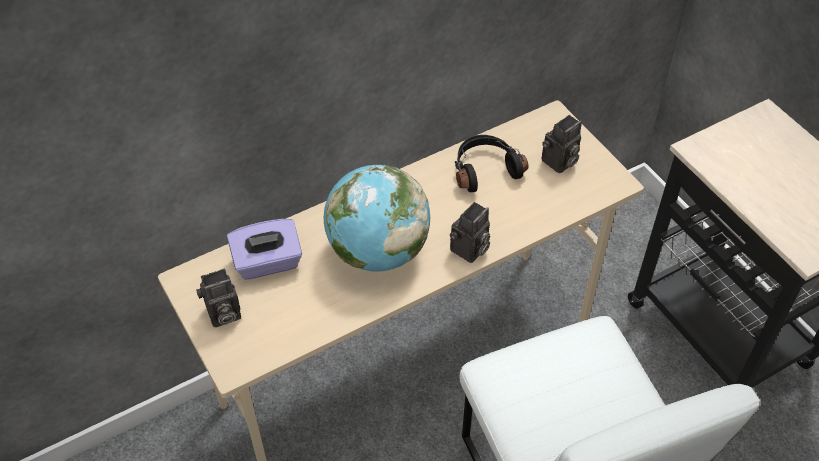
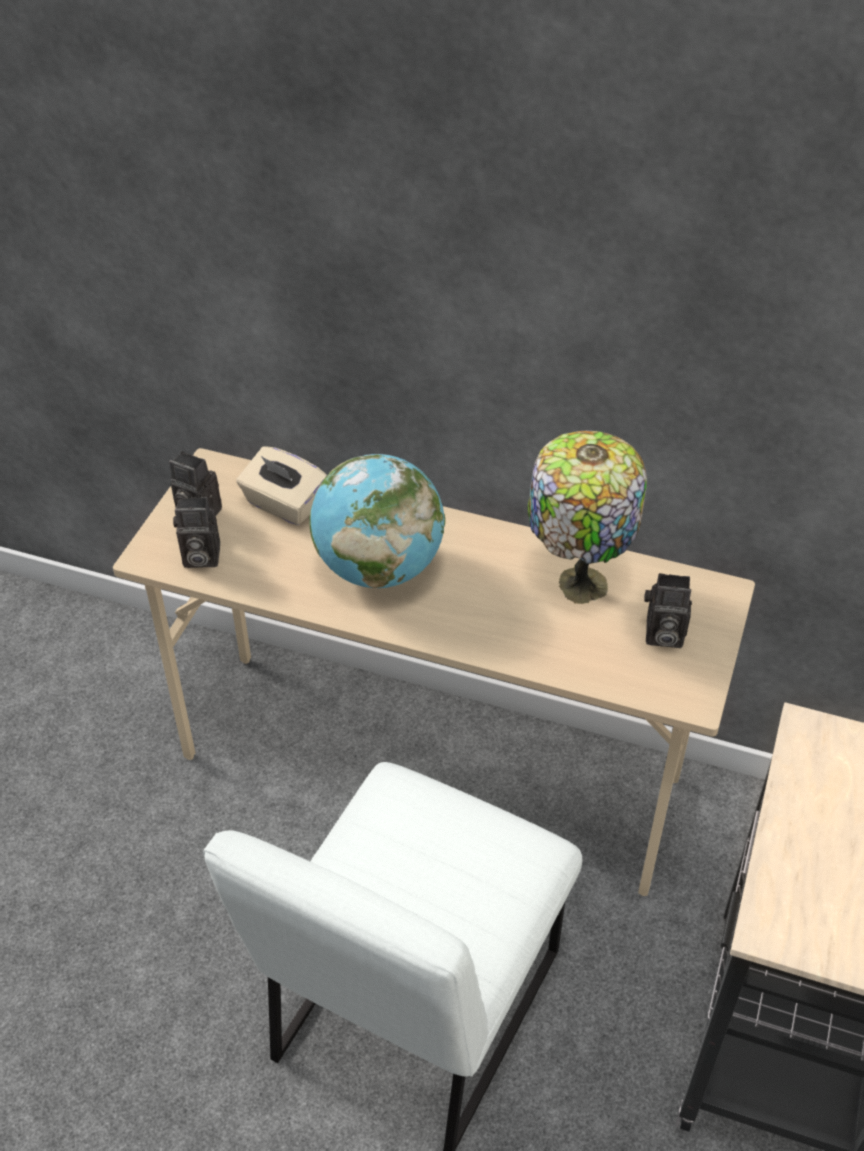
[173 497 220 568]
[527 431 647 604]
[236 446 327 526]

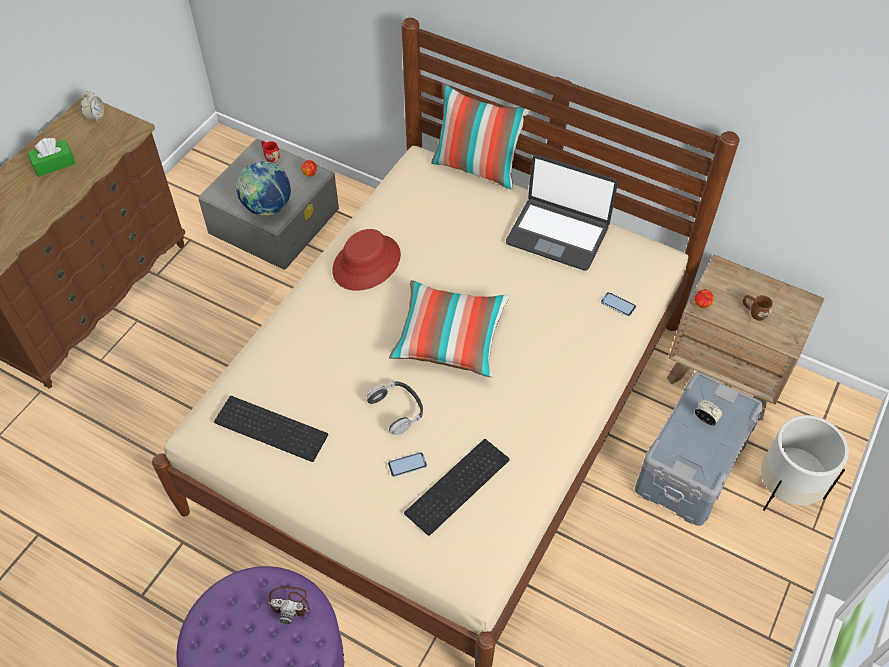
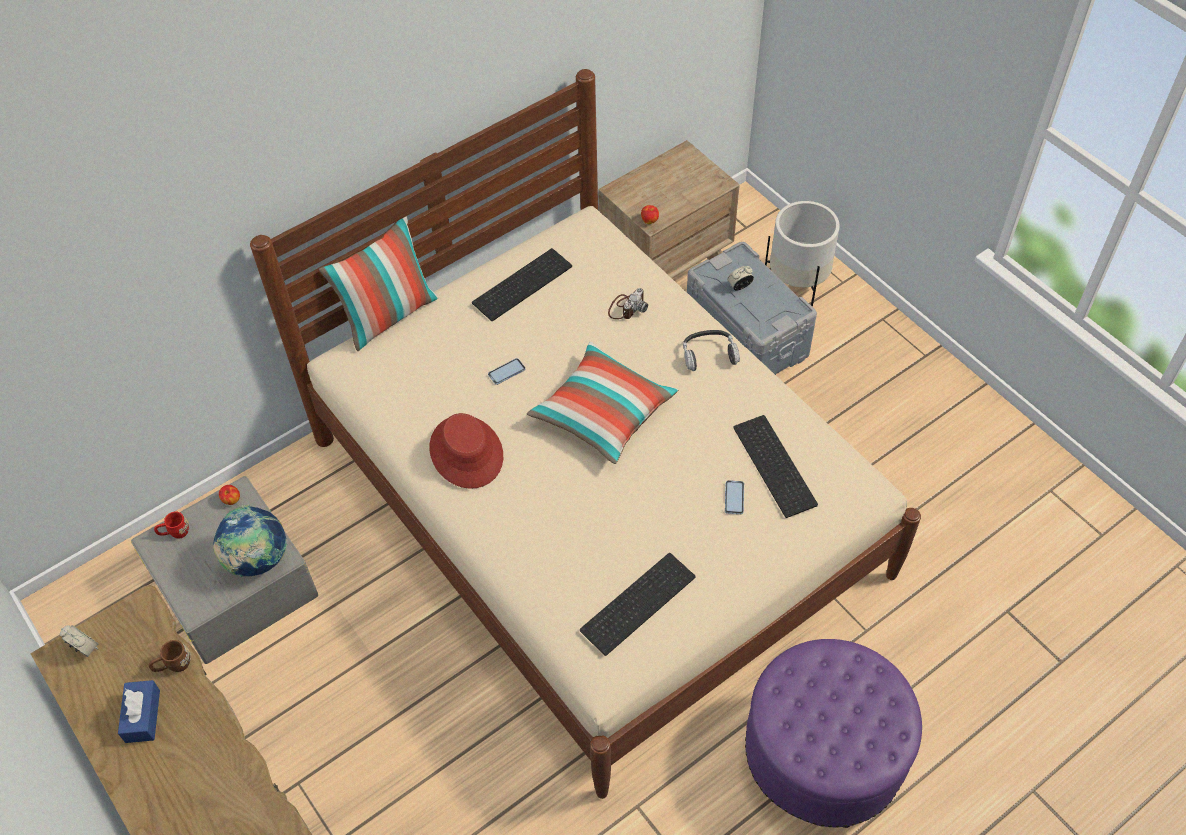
[608 288 648 319]
[683 330 740 371]
[488 358 526 385]
[149 640 191 672]
[472 248 572 321]
[118 680 160 743]

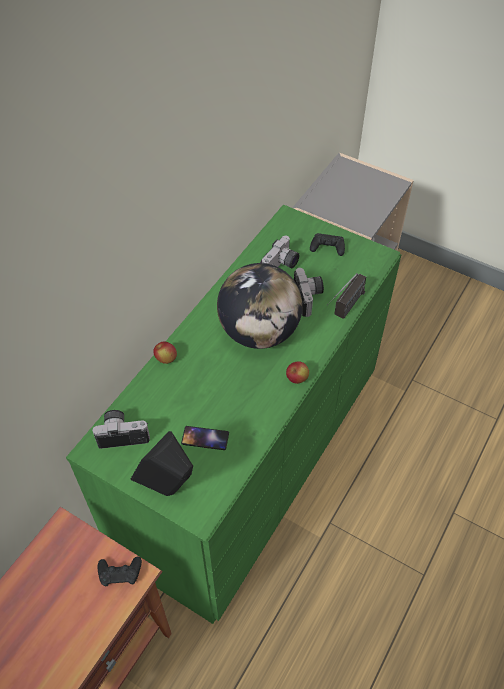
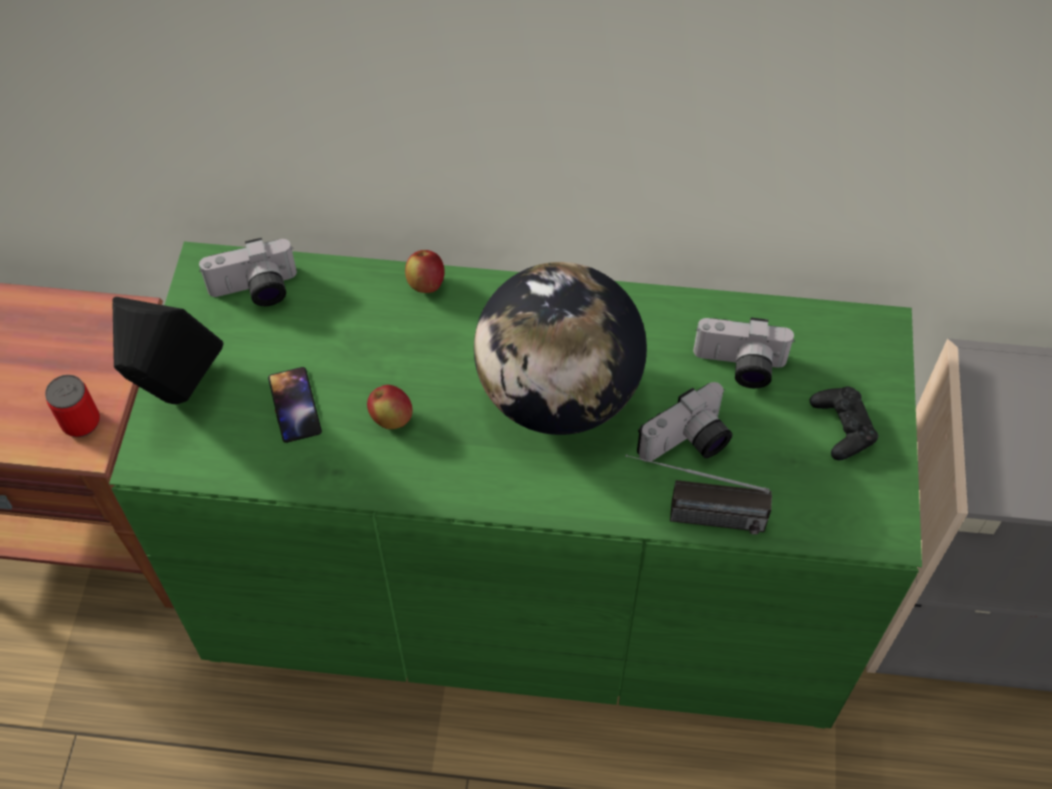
[367 385 413 429]
[45 375 100 437]
[199 238 297 306]

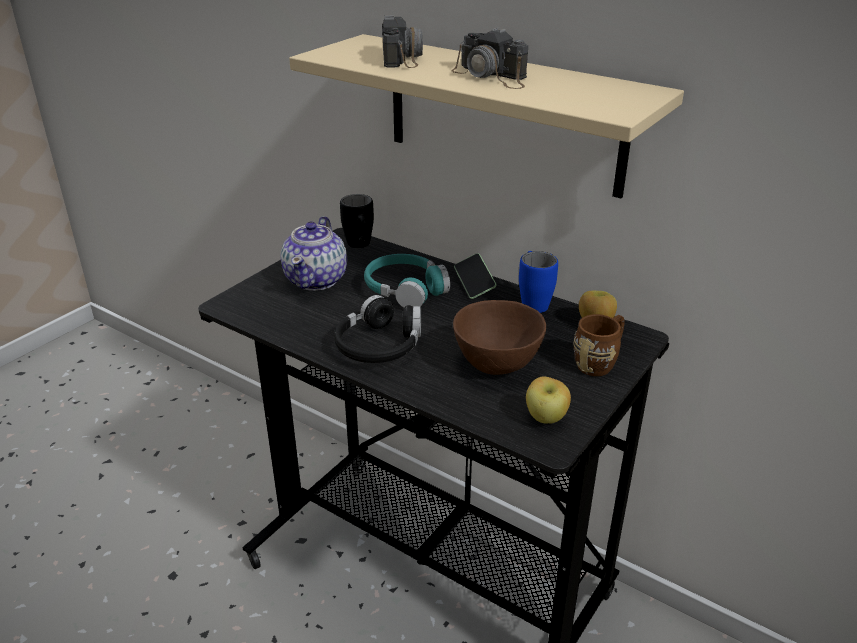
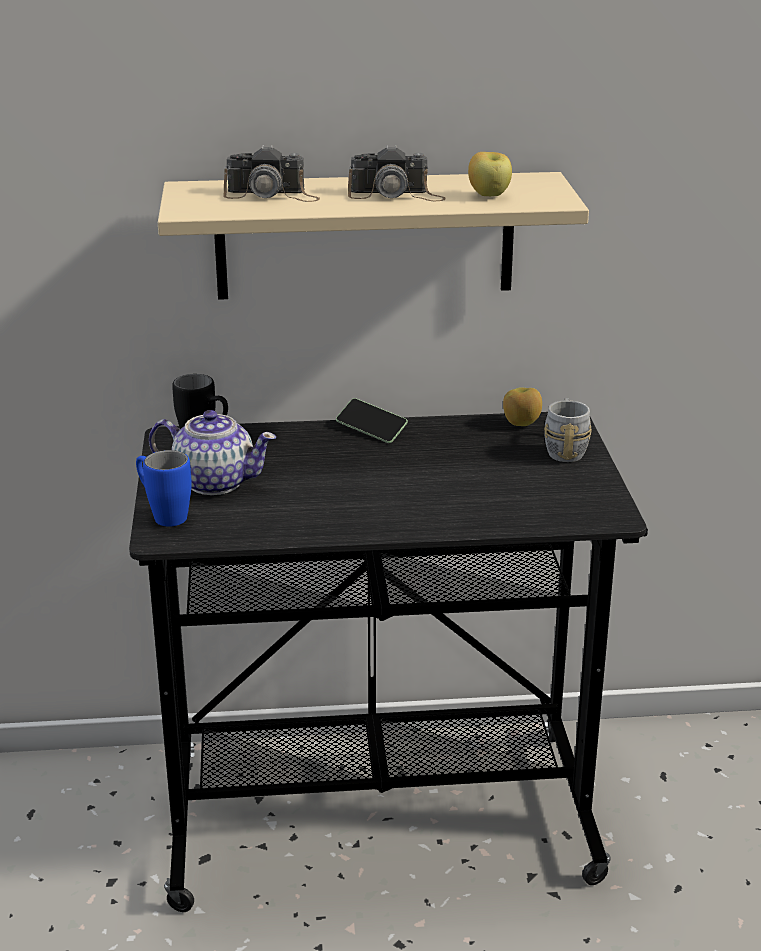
[334 295 421 363] (first image)
[364 254 450 308] (first image)
[453 300 546 375] (first image)
[136 450 192 527]
[468 152 512 196]
[544 398 592 462]
[149 410 276 495]
[223 145 320 202]

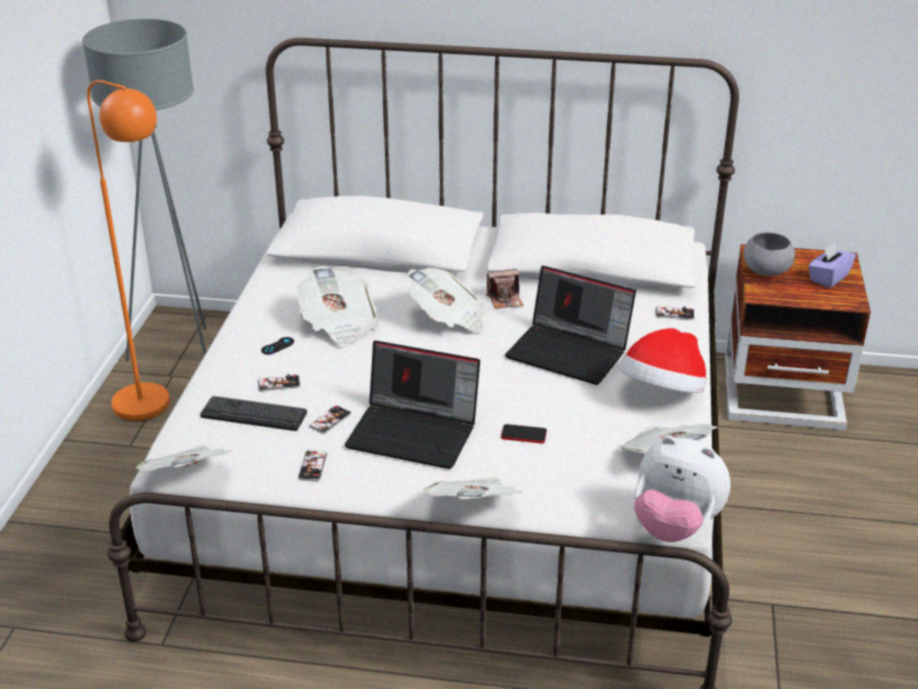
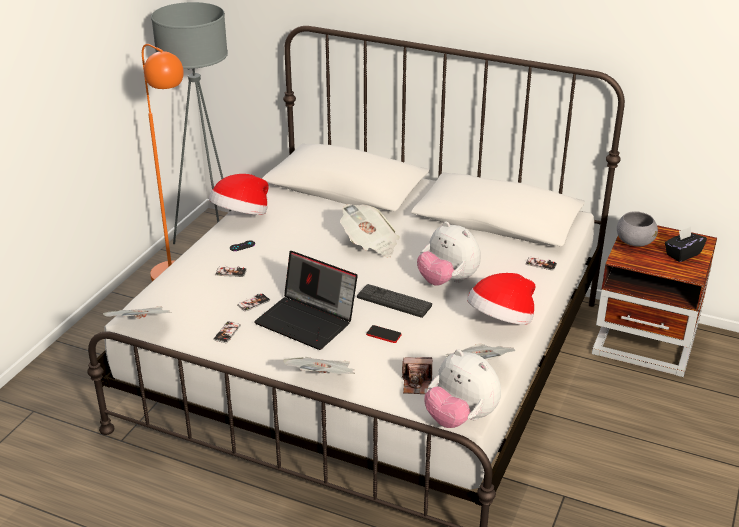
[297 266 378 348] (first image)
[209 174 268 215]
[357 284 432 318]
[402 357 432 394]
[417 221 481 286]
[665 227 707 262]

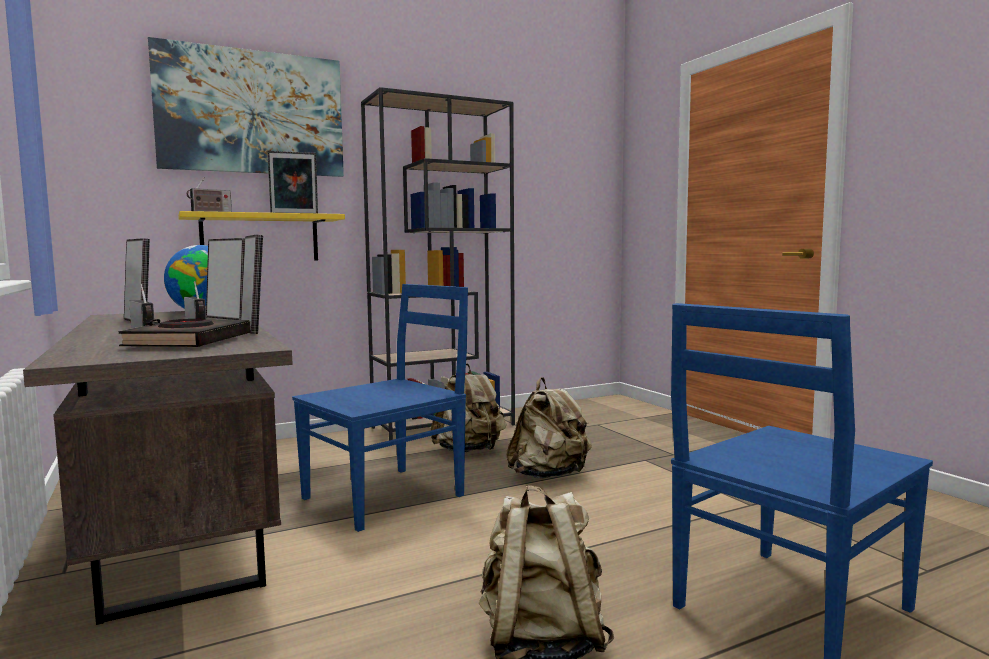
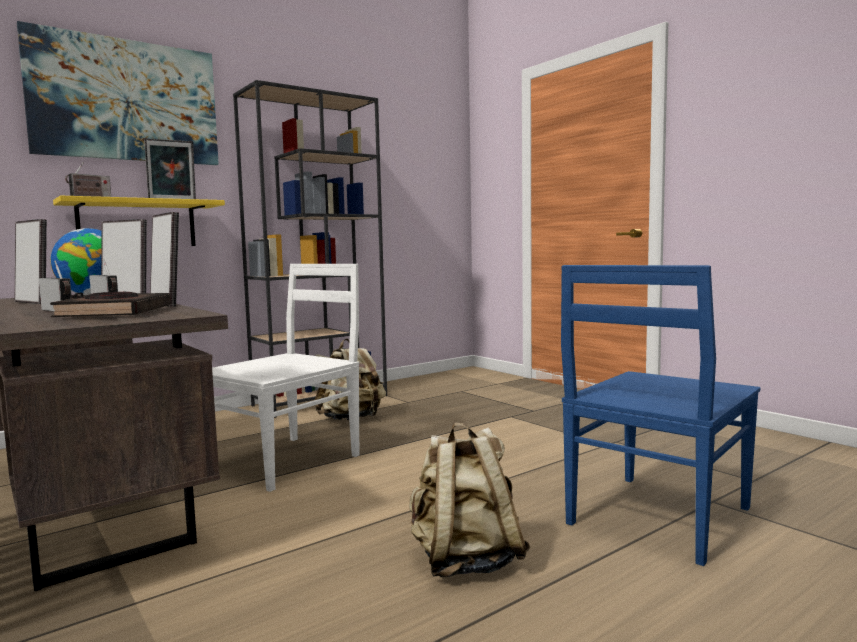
[506 377 592 478] (first image)
[212 264 359 492]

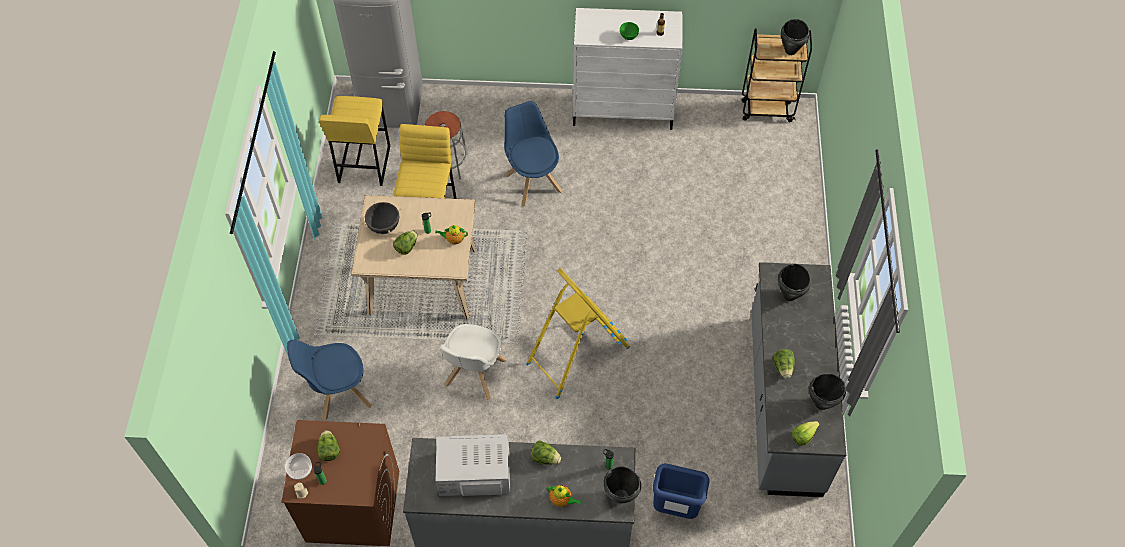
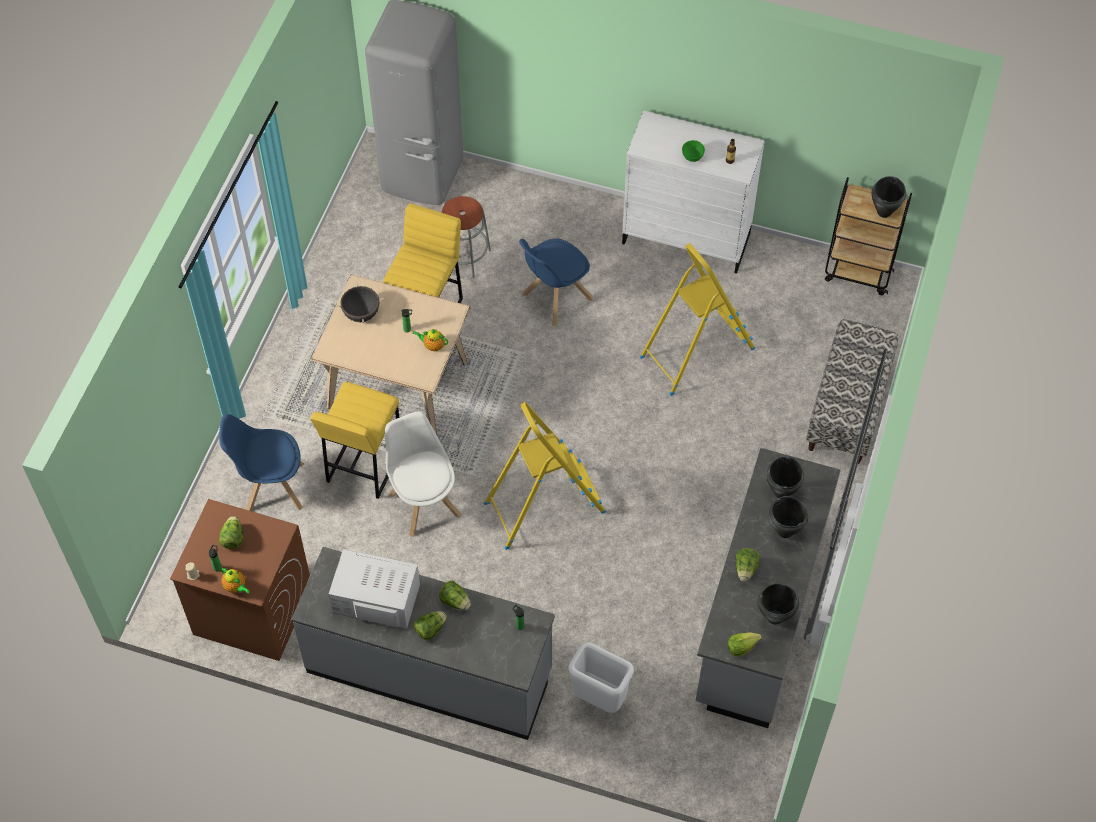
[285 453 312 480] (first image)
[640 243 755 396]
[806 319 899 464]
[310 382 399 499]
[413 611 447 640]
[221 568 250 593]
[769 496 808 538]
[568 642 634 713]
[385 411 462 537]
[519 238 593 326]

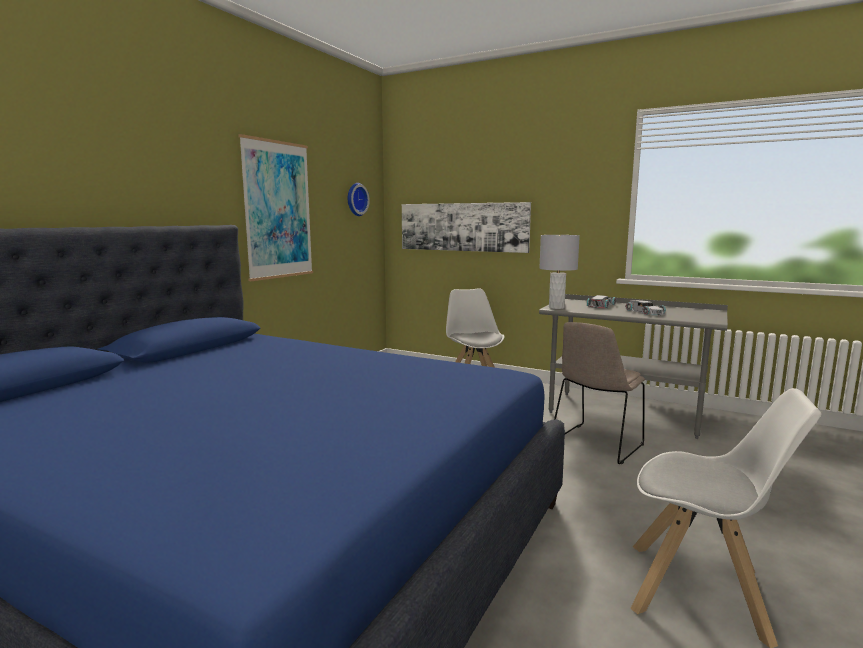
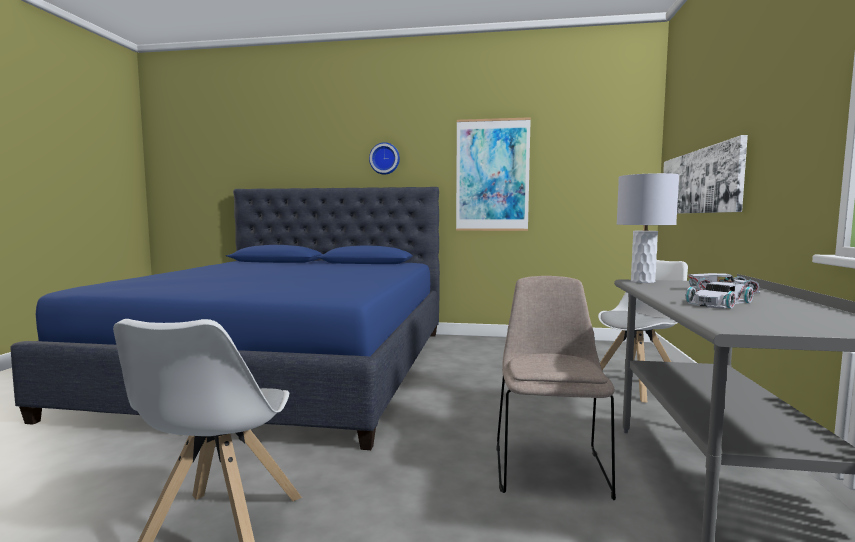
[369 142 400 175]
[496 276 616 500]

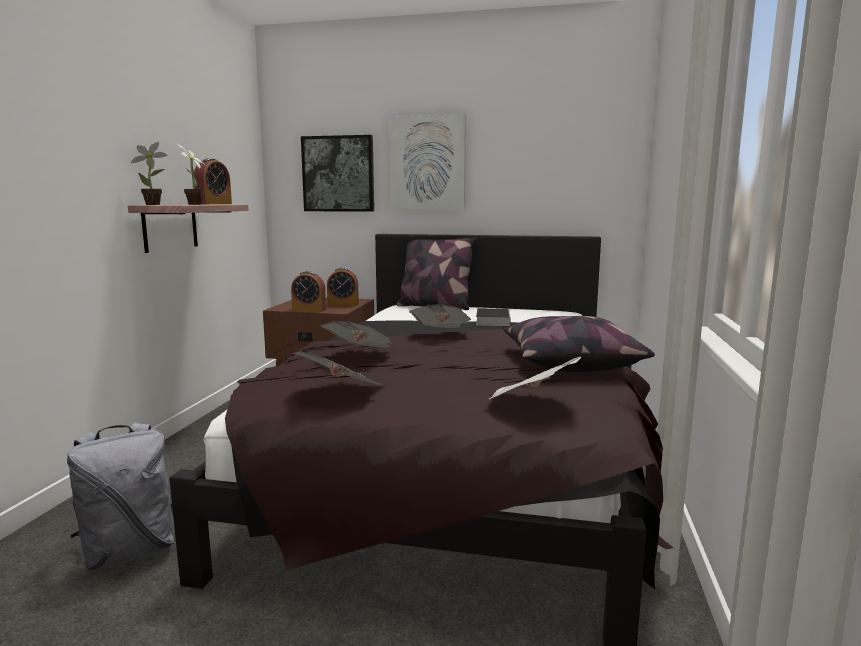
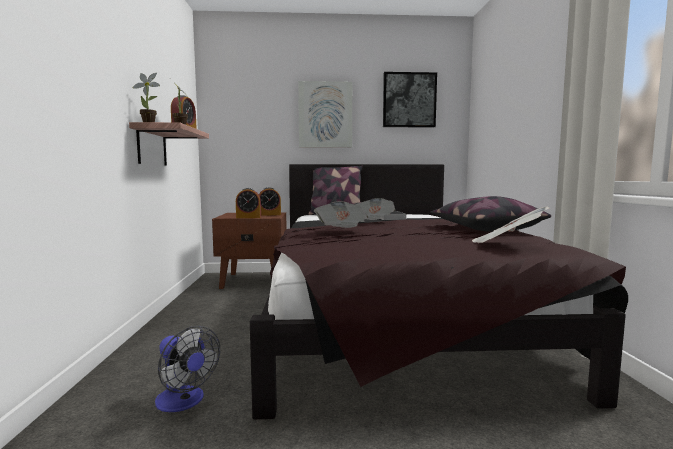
[292 352 383 385] (first image)
[383 72 437 128]
[155 326 220 412]

